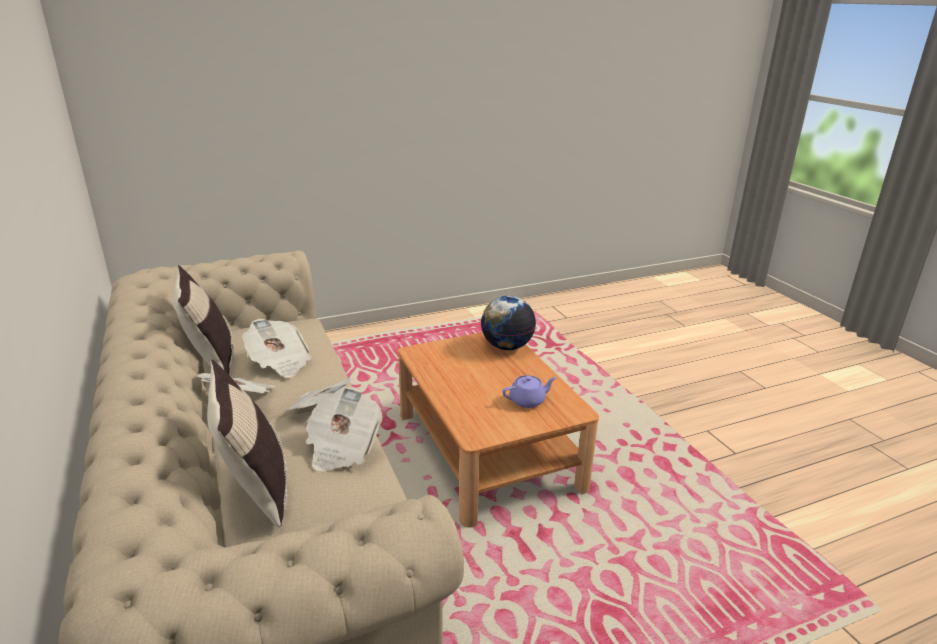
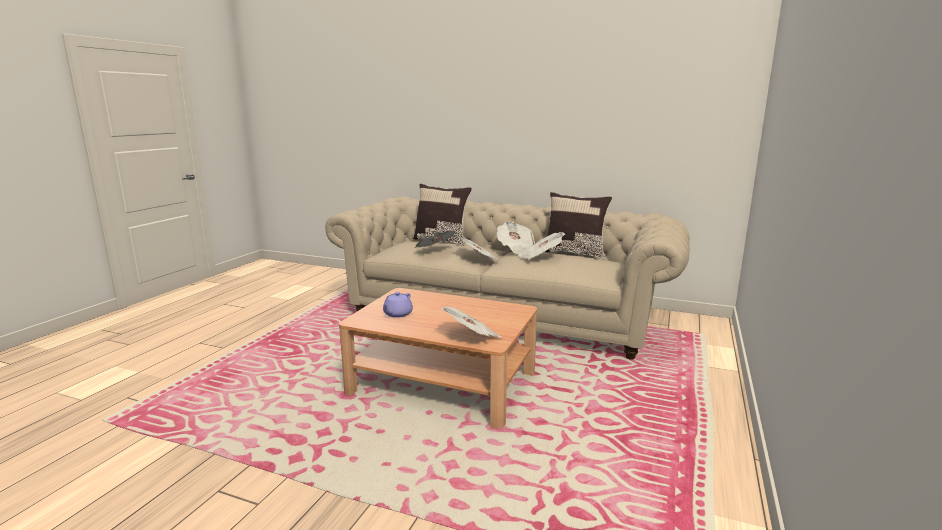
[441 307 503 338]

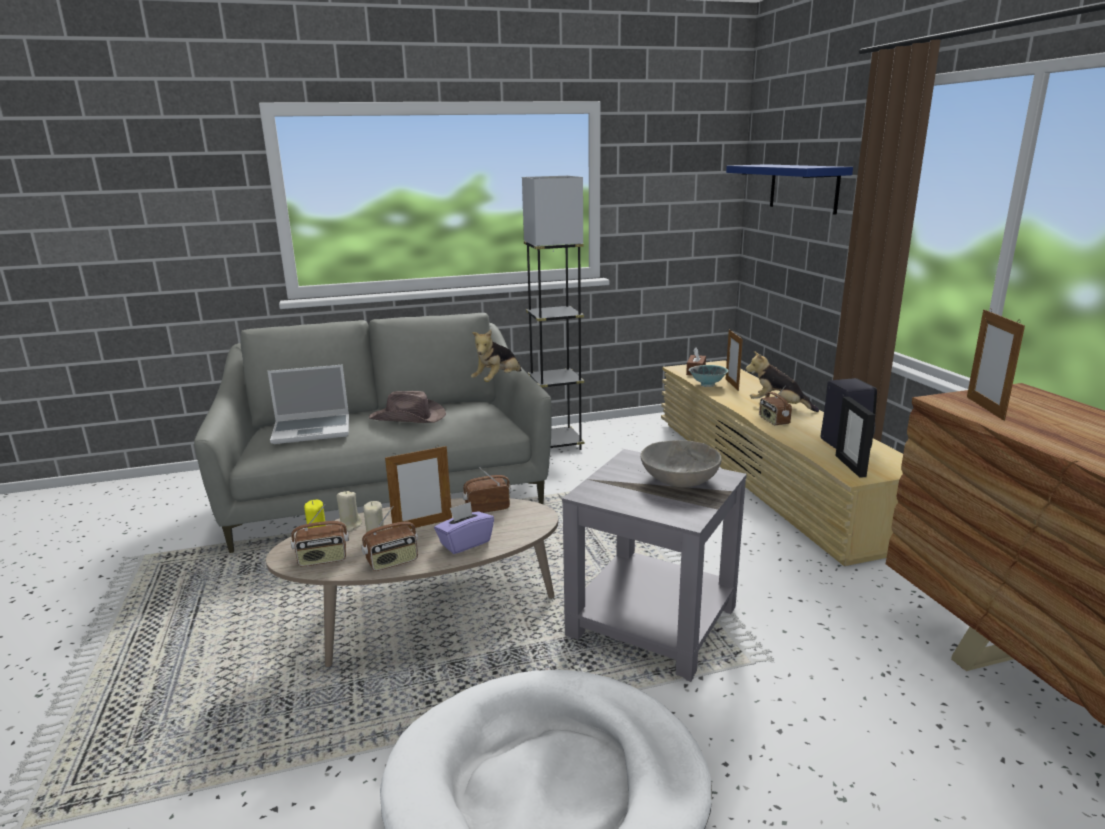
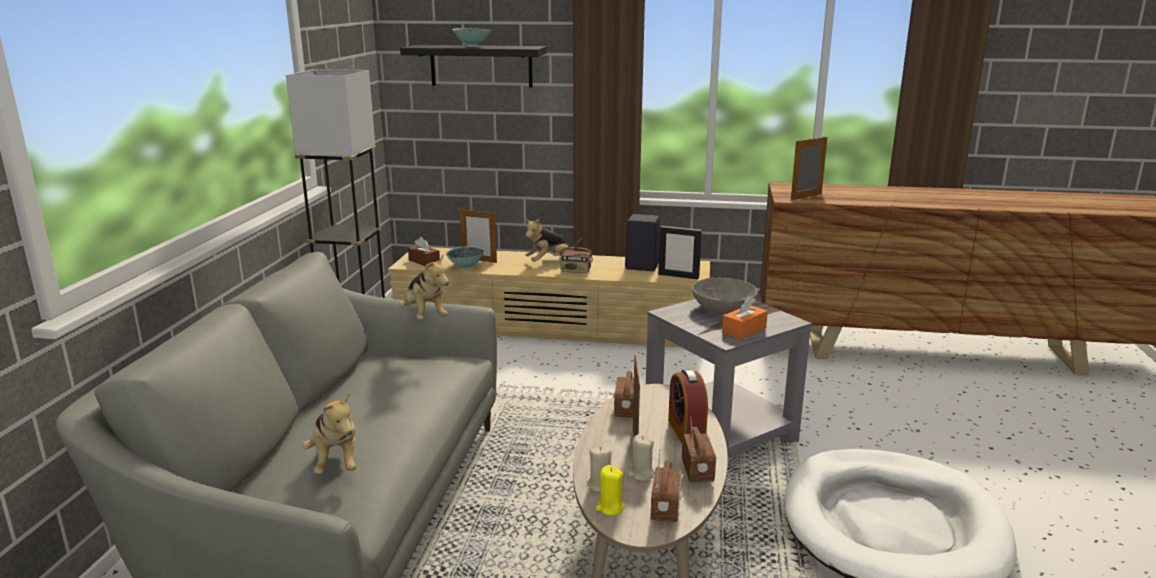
[369 391 446 423] (first image)
[452 28 492 47]
[722 296 768 340]
[302 391 356 474]
[668 369 708 443]
[400 45 547 88]
[791 136 828 200]

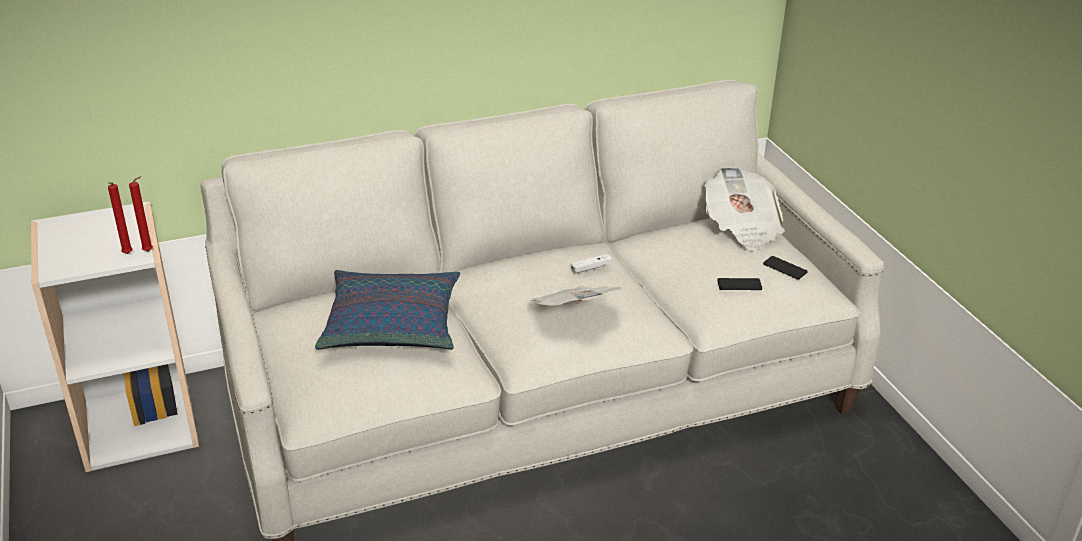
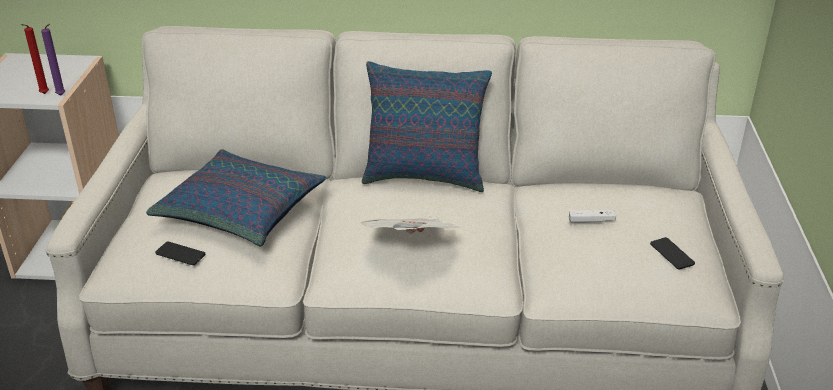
[704 165 785 251] (first image)
[362 61 492 192]
[569 210 616 223]
[155 241 205 265]
[41 24 65 95]

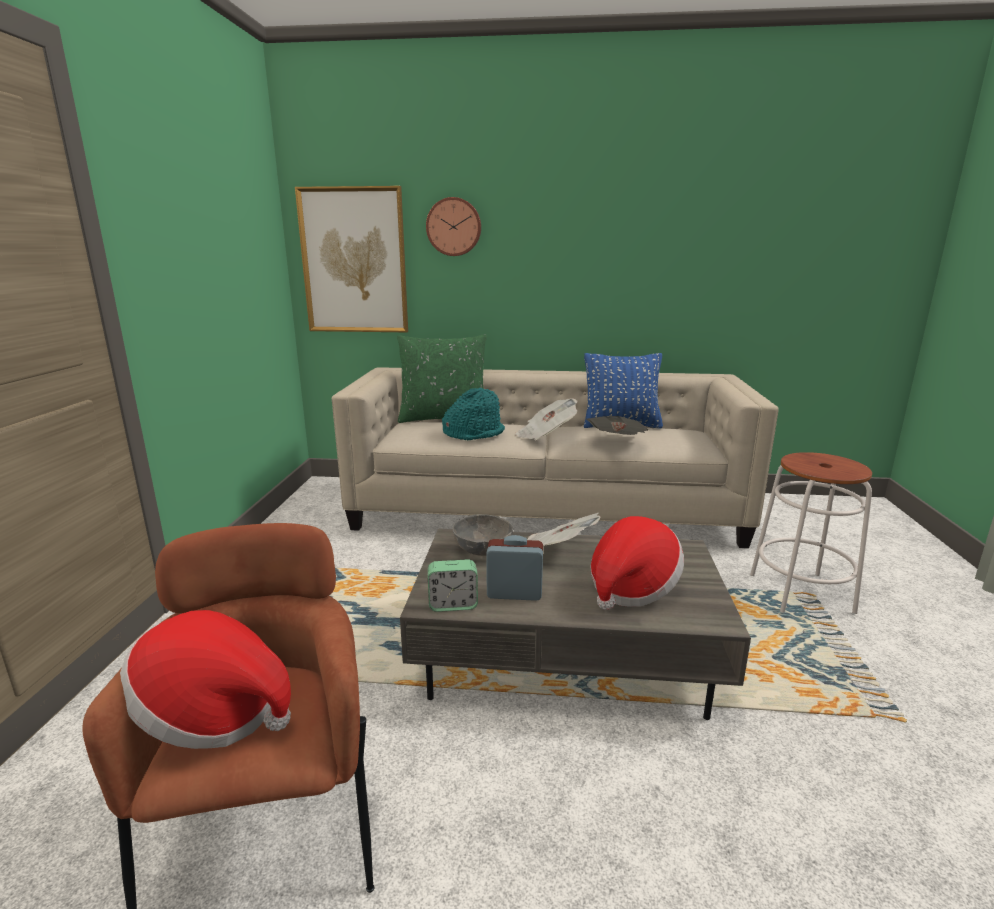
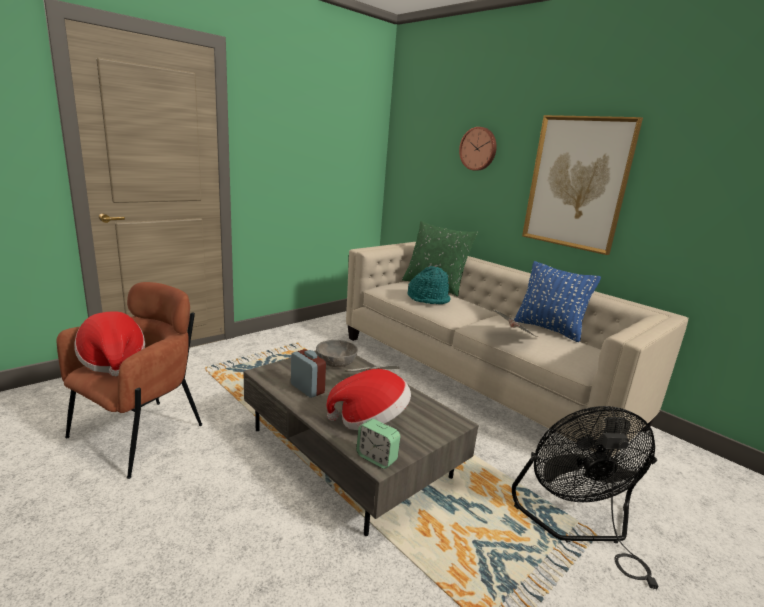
[515 399 578 440] (first image)
[522 115 643 255]
[356 419 400 469]
[512 406 658 590]

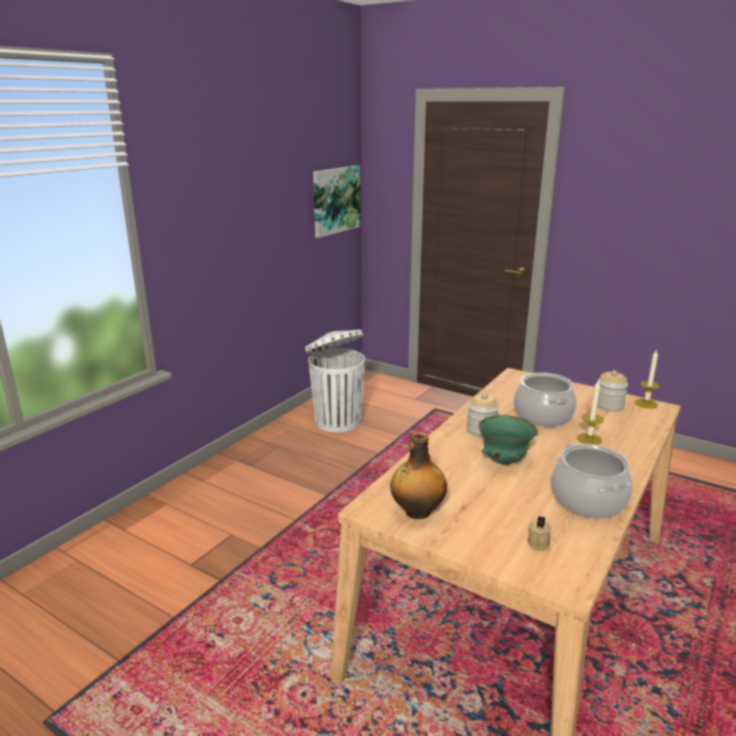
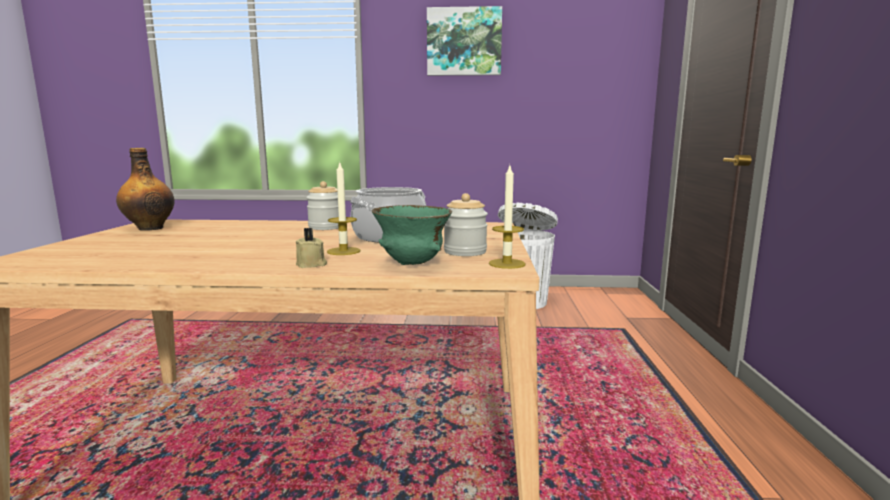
[551 444 633 518] (first image)
[427 6 502 76]
[372 205 452 265]
[296 228 327 268]

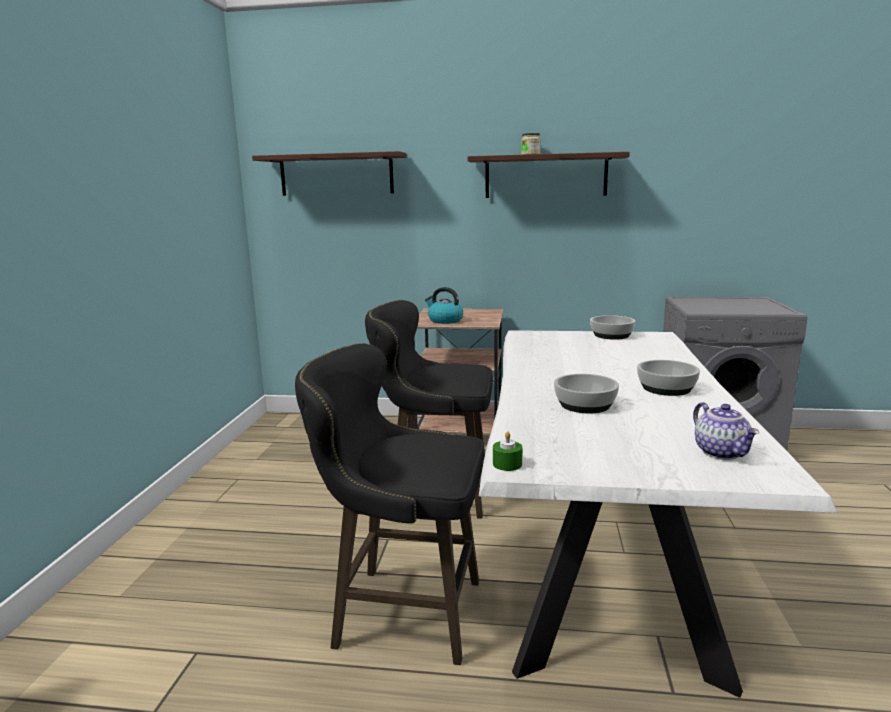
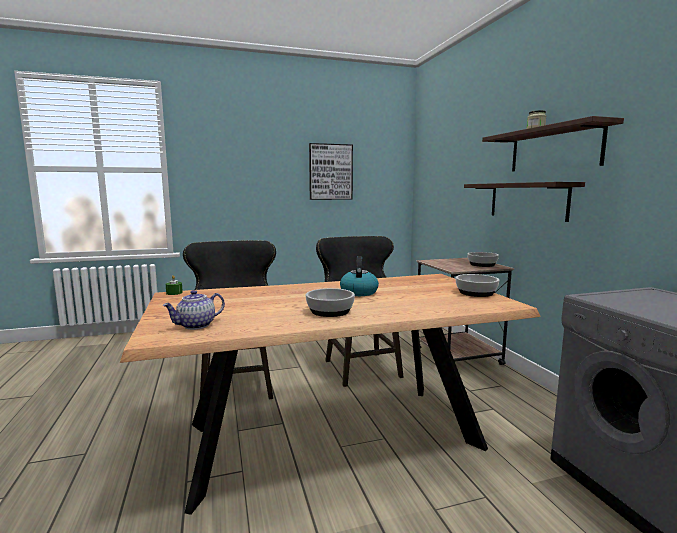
[309 143 353 200]
[464 182 585 222]
[340 256 379 296]
[467 252 499 267]
[120 274 541 515]

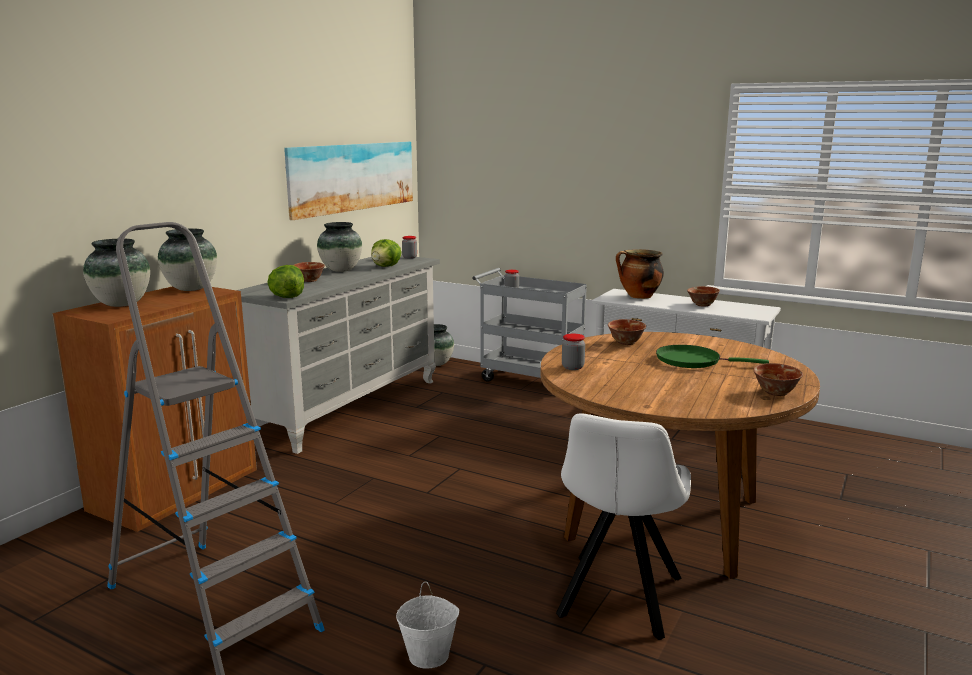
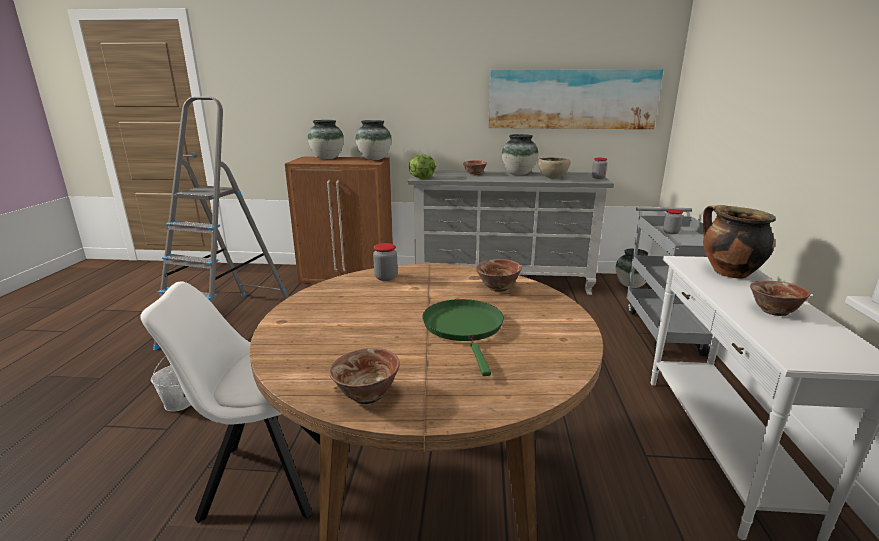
[538 157 571 179]

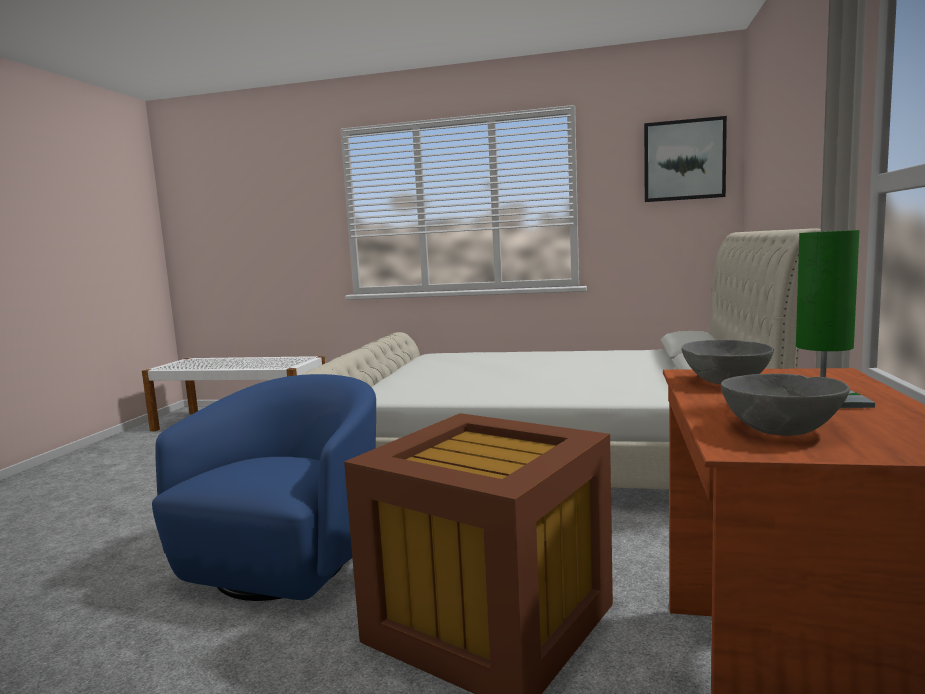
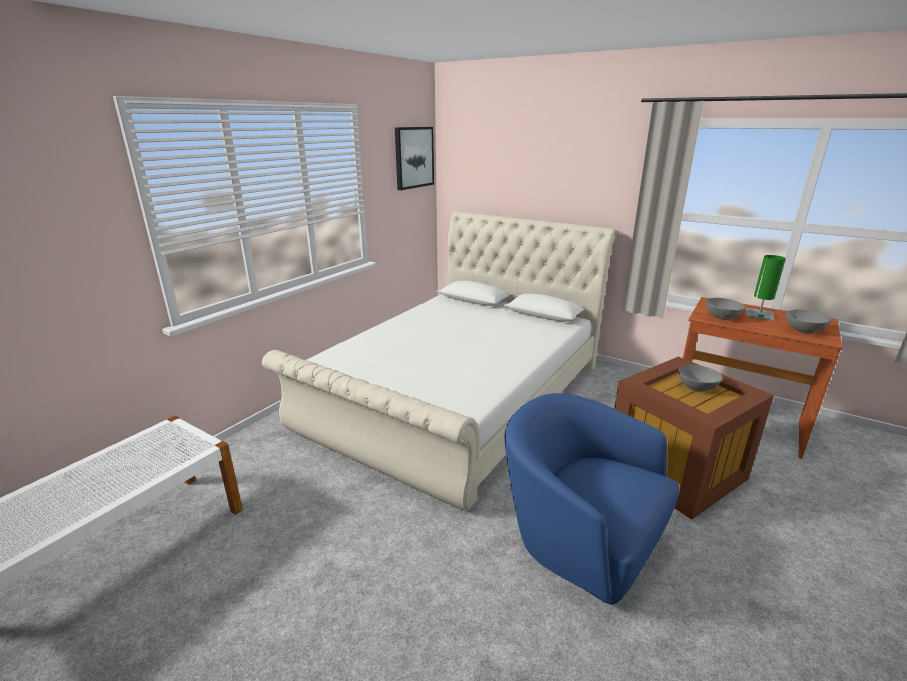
[679 365 722 392]

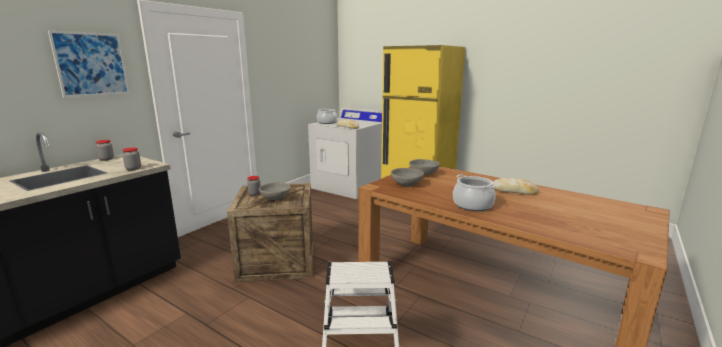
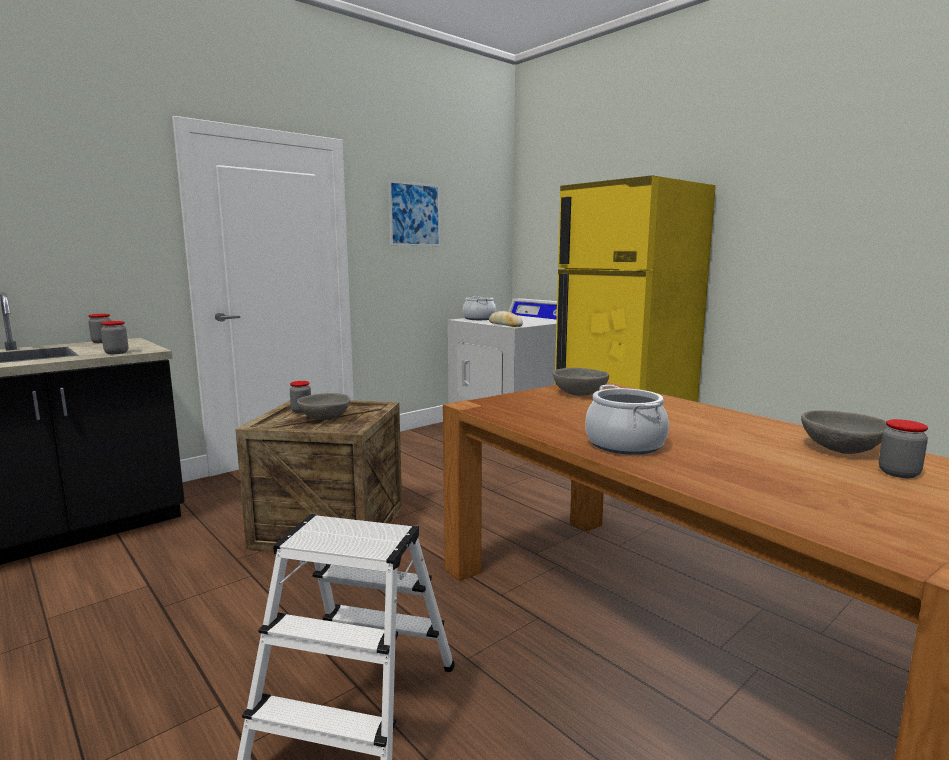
[493 178 539 195] (first image)
[879 419 928 478]
[388 180 440 246]
[801 410 888 454]

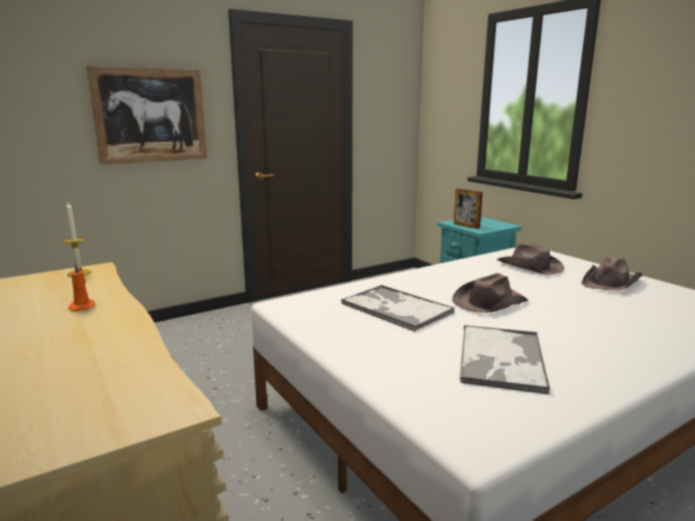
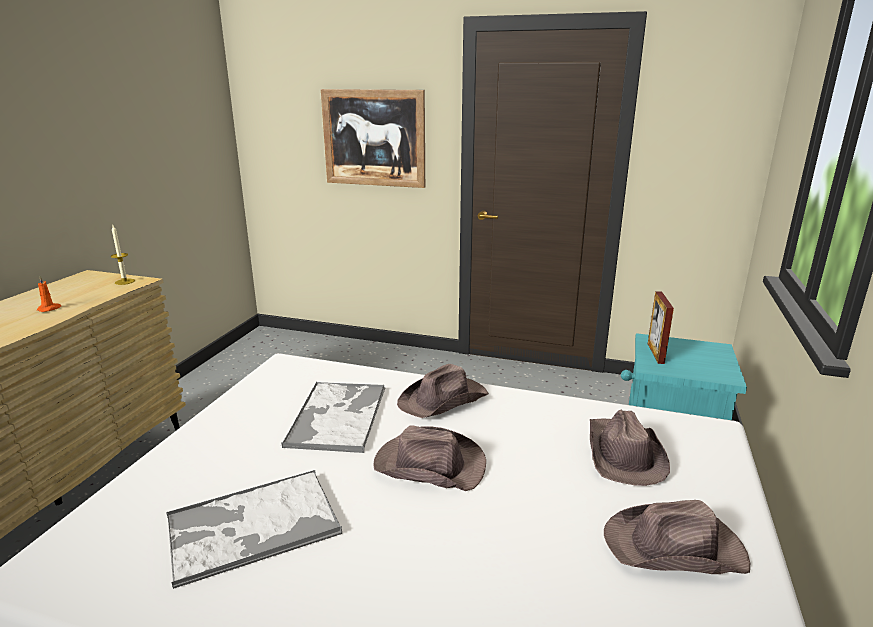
[397 364 489 418]

